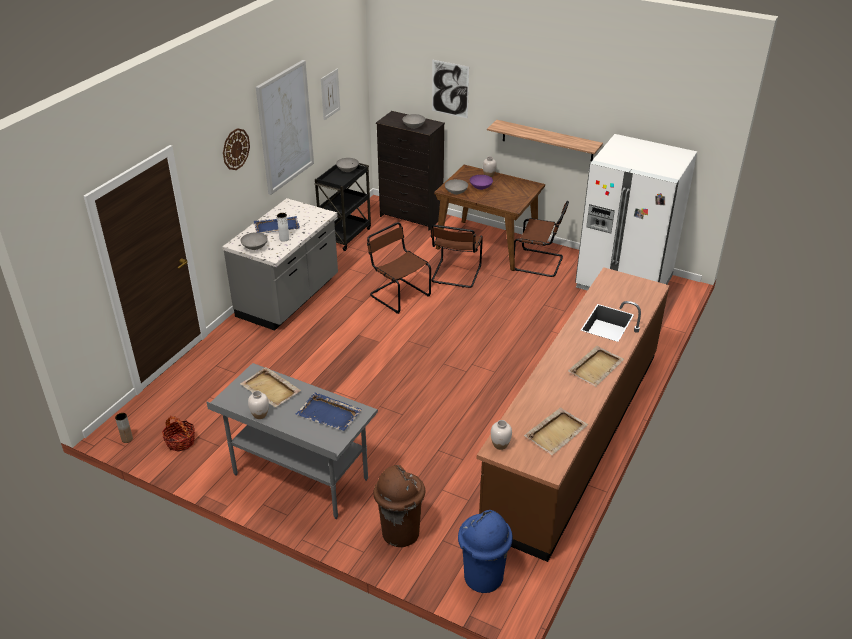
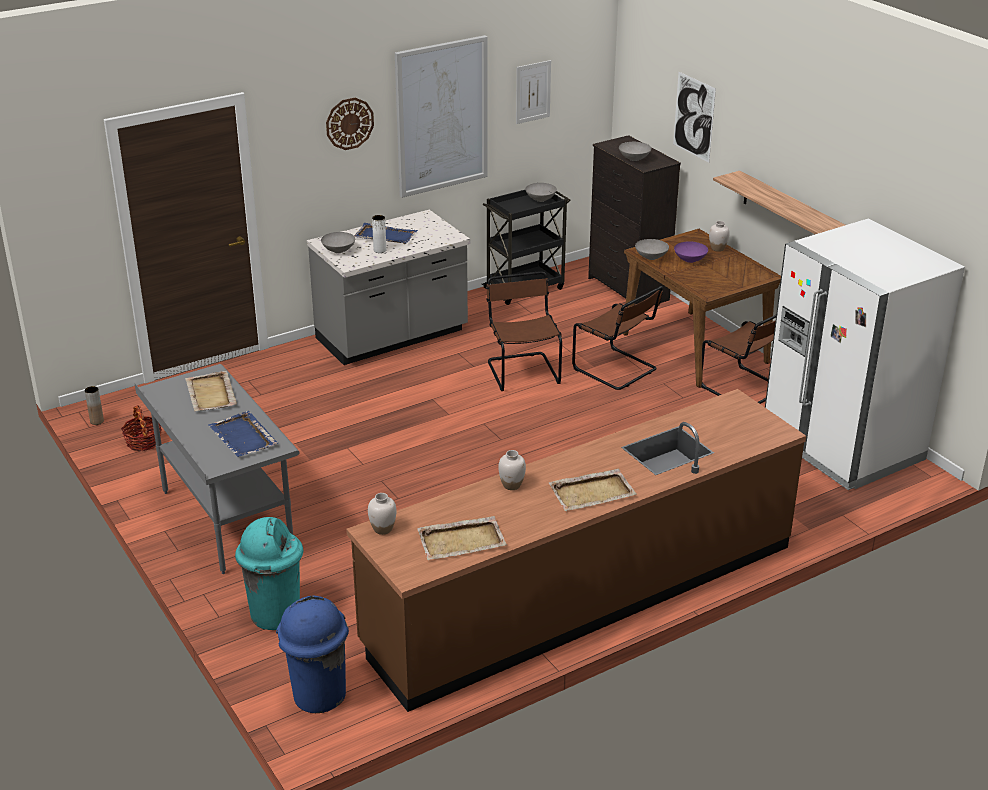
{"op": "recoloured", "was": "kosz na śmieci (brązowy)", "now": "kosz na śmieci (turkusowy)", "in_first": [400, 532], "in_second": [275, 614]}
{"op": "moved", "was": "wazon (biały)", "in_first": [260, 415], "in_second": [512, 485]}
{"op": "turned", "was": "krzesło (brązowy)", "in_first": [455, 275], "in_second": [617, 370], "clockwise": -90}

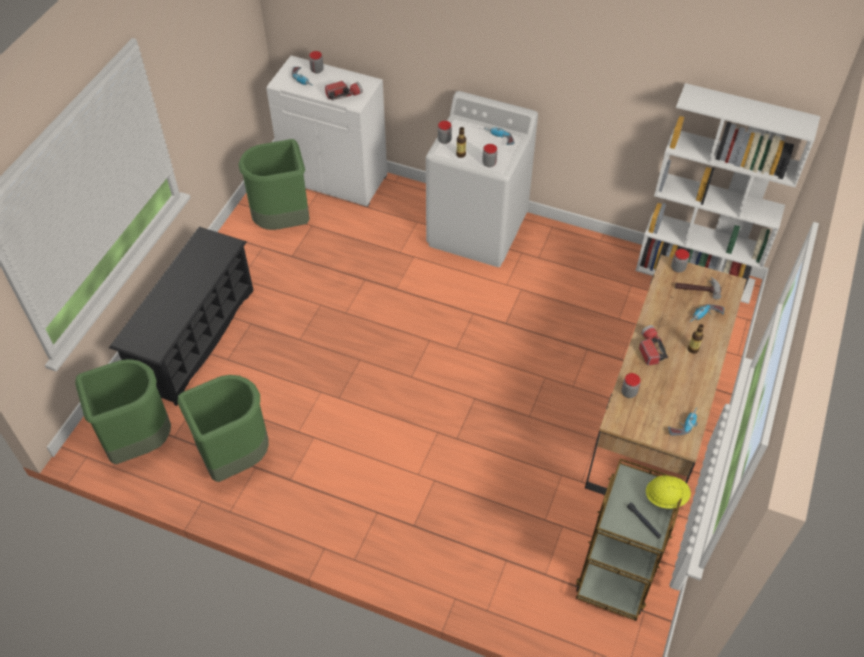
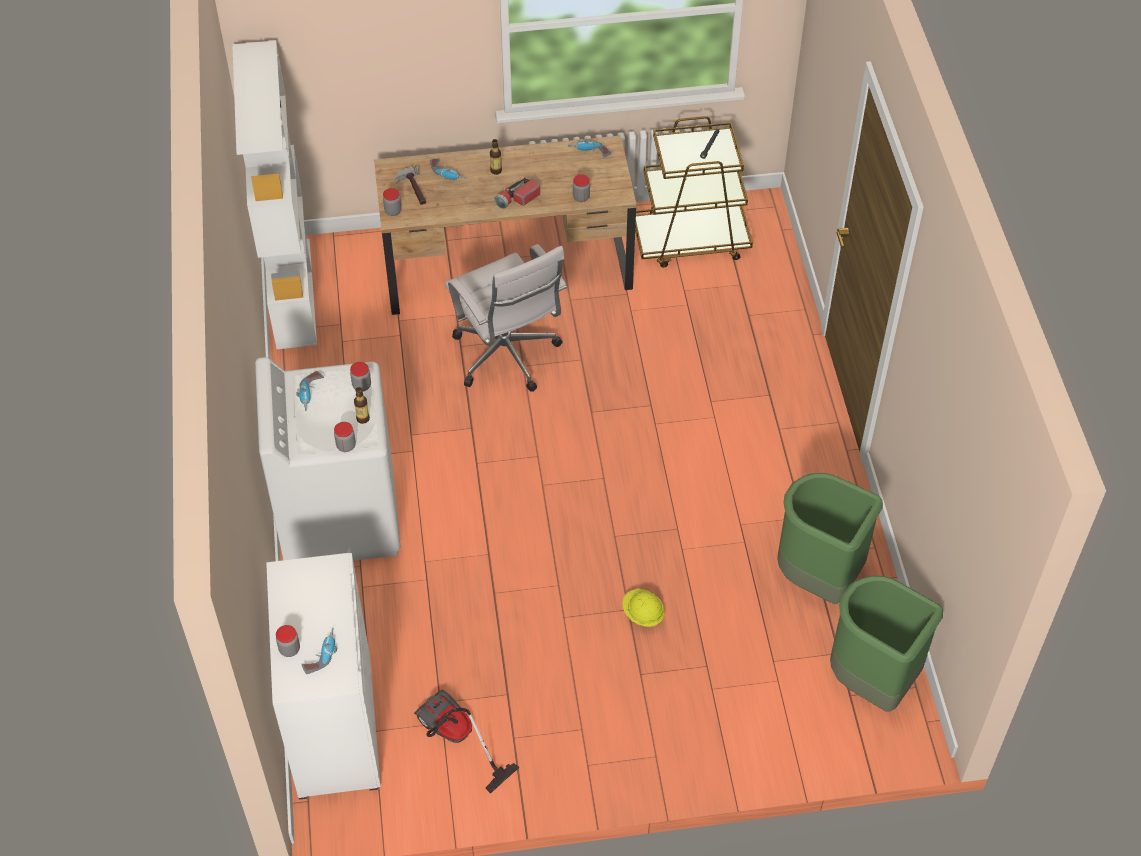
{"op": "replaced", "was": "kosz na śmieci (zielony)", "now": "odkurzacz", "in_first": [283, 222], "in_second": [455, 739]}
{"op": "added", "now": "krzesło biurowe (biały)", "in_second": [508, 358]}
{"op": "moved", "was": "kask (żółty)", "in_first": [665, 497], "in_second": [642, 614]}
{"op": "removed", "was": "regał na buty (czarny)", "in_first": [195, 338]}
{"op": "removed", "was": "latarka", "in_first": [344, 95]}

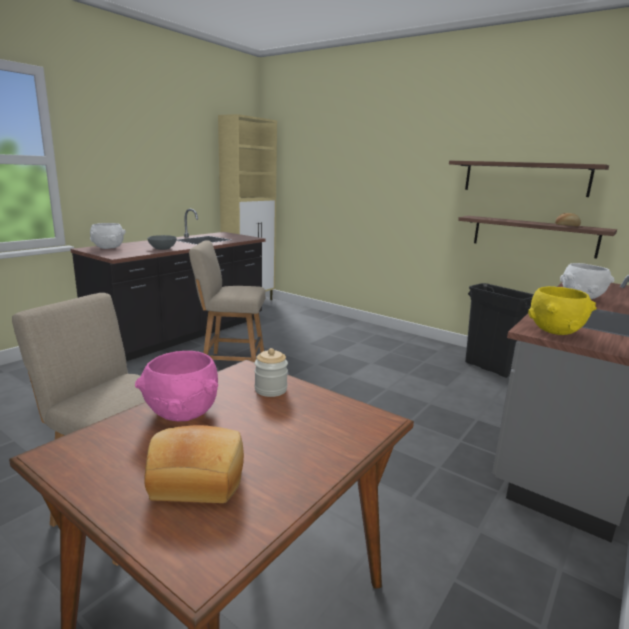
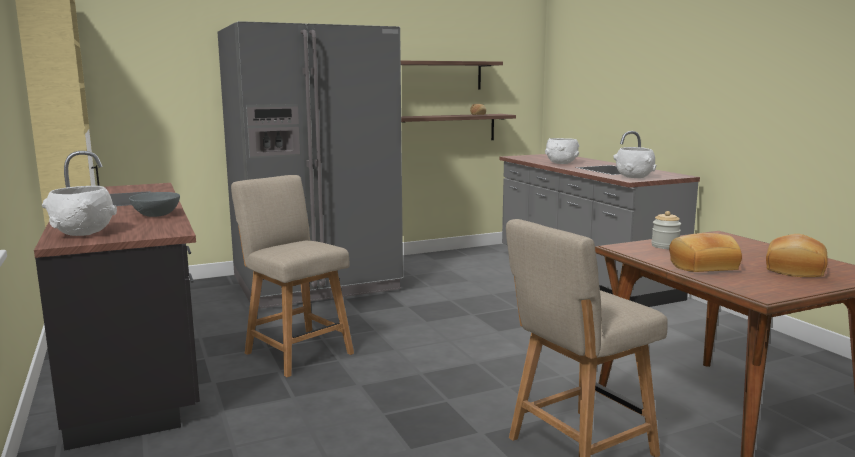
{"op": "added", "now": "lodówka (szary)", "in_second": [315, 283]}
{"op": "turned", "was": "krzesło (beżowy)", "in_first": [230, 364], "in_second": [296, 352], "clockwise": 105}
{"op": "recoloured", "was": "miska (żółty)", "now": "miska (biały)", "in_first": [554, 331], "in_second": [633, 177]}
{"op": "replaced", "was": "miska (różowy)", "now": "chleb", "in_first": [183, 413], "in_second": [702, 266]}
{"op": "removed", "was": "kosz na śmieci (czarny)", "in_first": [489, 368]}

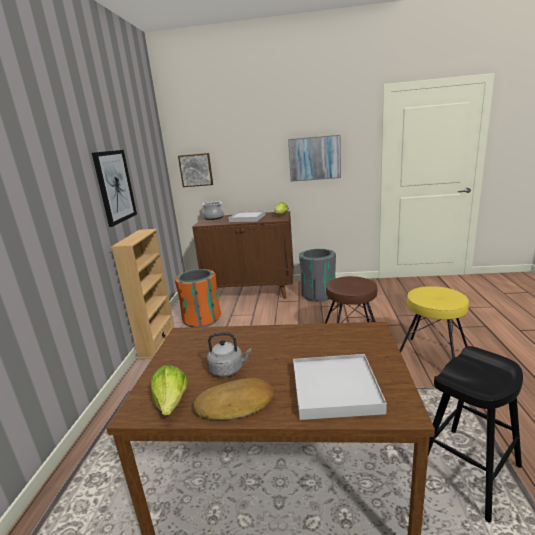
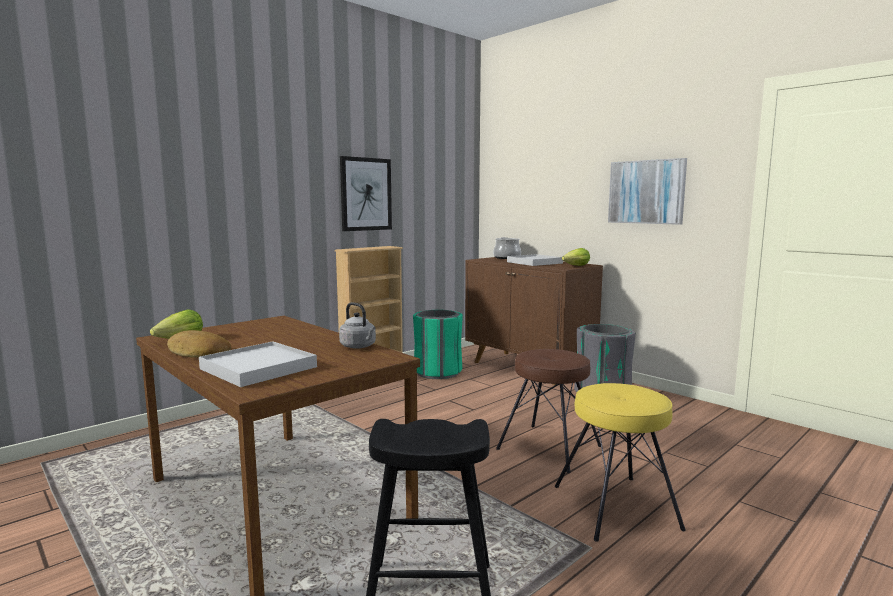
{"op": "moved", "was": "czajnik (szary)", "in_first": [228, 369], "in_second": [359, 346]}
{"op": "recoloured", "was": "kosz na śmieci (pomarańczowy)", "now": "kosz na śmieci (zielony)", "in_first": [202, 319], "in_second": [438, 372]}
{"op": "removed", "was": "obraz", "in_first": [196, 170]}

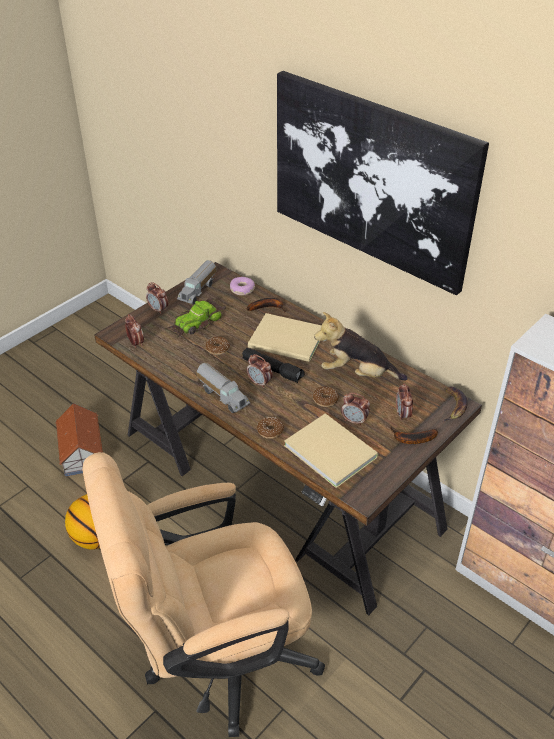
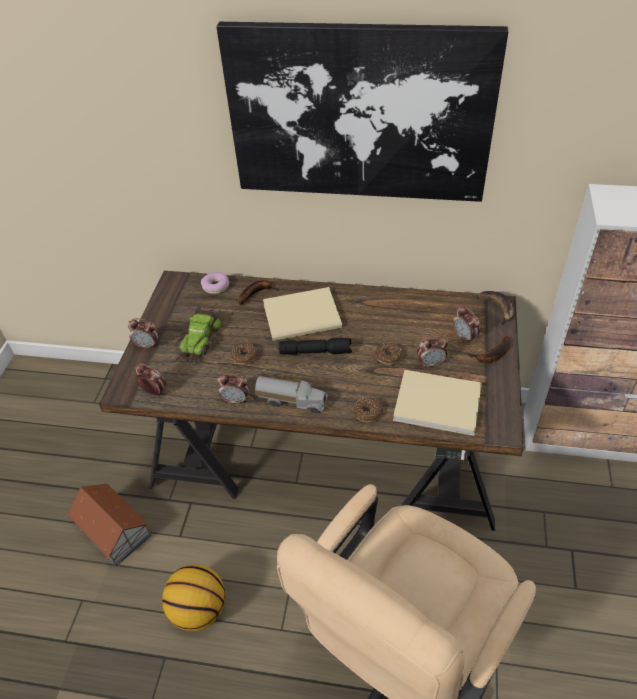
{"op": "moved", "was": "budzik", "in_first": [259, 383], "in_second": [236, 400]}
{"op": "removed", "was": "ciężarówka zabawkowa", "in_first": [198, 291]}
{"op": "removed", "was": "pluszak", "in_first": [357, 373]}

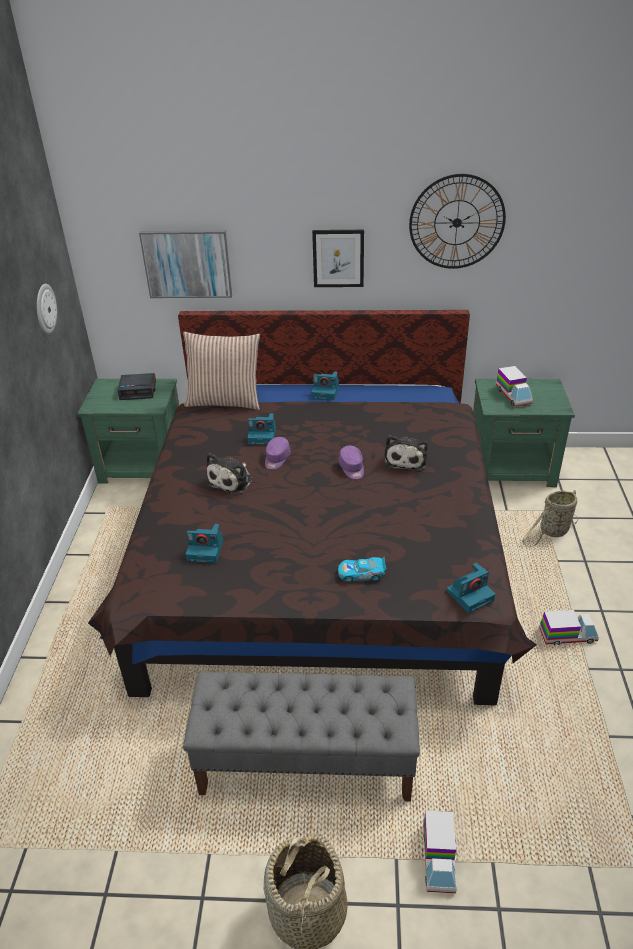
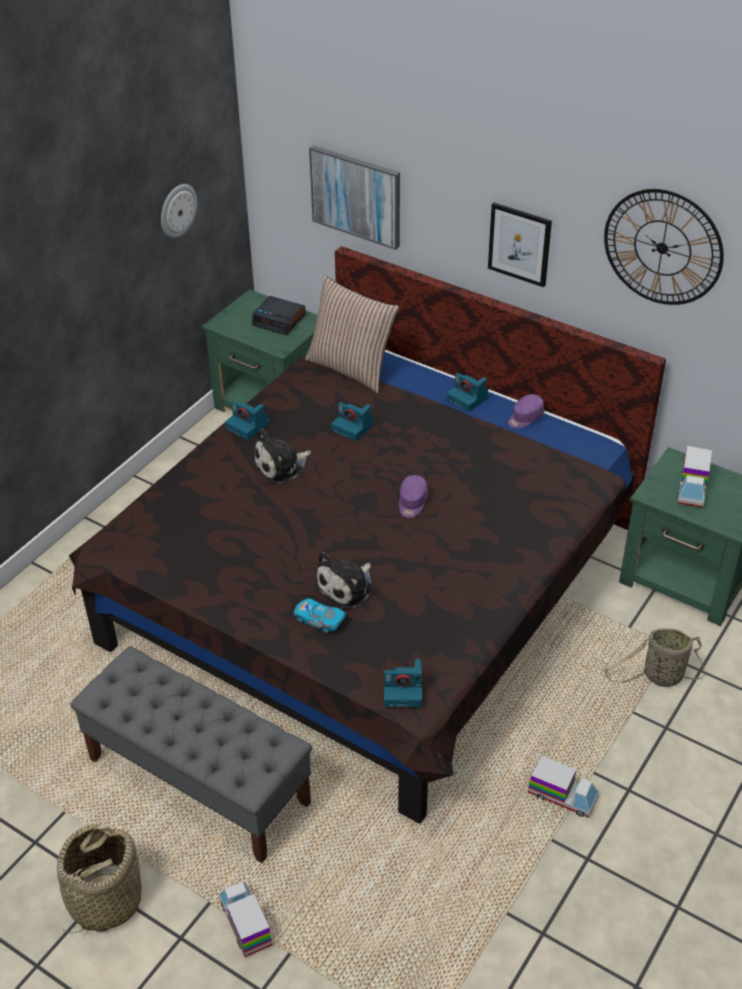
{"op": "turned", "was": "ciężarówka zabawkowa", "in_first": [438, 859], "in_second": [245, 923], "clockwise": 120}
{"op": "moved", "was": "aparat fotograficzny", "in_first": [206, 550], "in_second": [248, 426]}
{"op": "moved", "was": "pluszak", "in_first": [406, 459], "in_second": [347, 587]}
{"op": "moved", "was": "czapka z daszkiem (fioletowy)", "in_first": [276, 459], "in_second": [525, 418]}

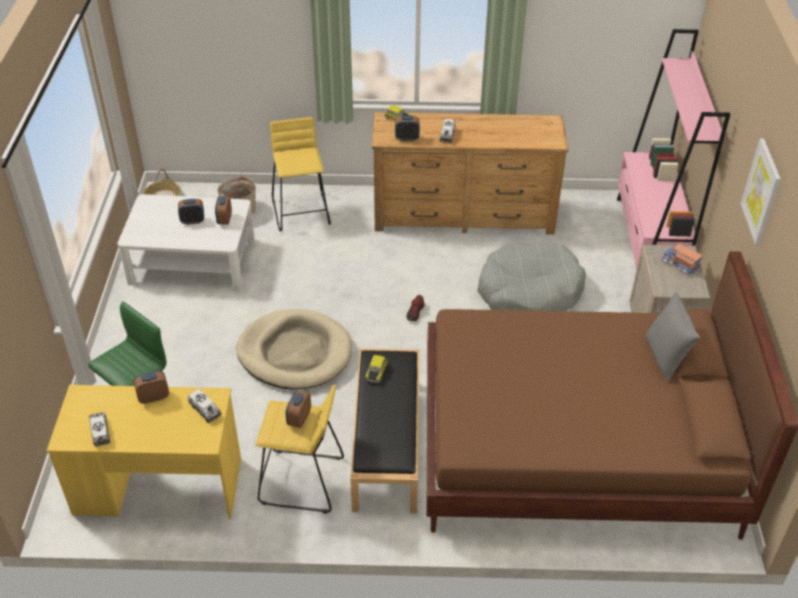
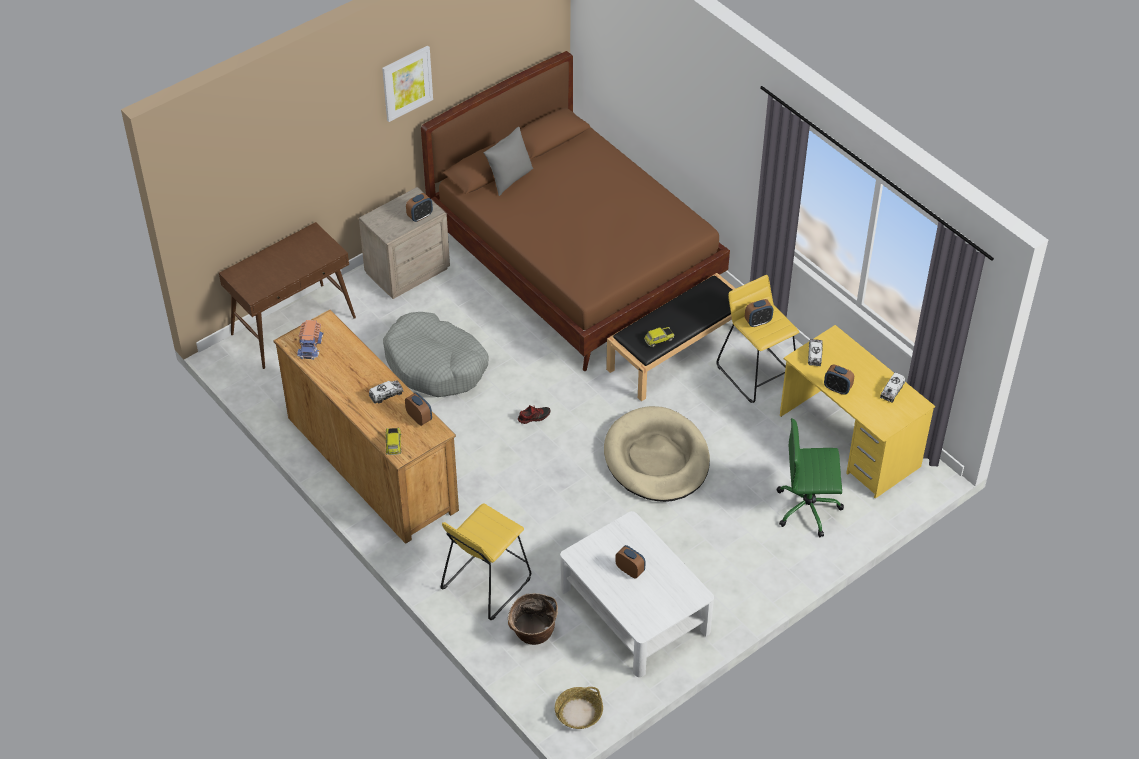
{"op": "replaced", "was": "regał (różowy)", "now": "stolik konsolowy (brązowy)", "in_first": [648, 243], "in_second": [294, 325]}
{"op": "moved", "was": "ciężarówka zabawkowa", "in_first": [679, 264], "in_second": [311, 346]}
{"op": "moved", "was": "budzik", "in_first": [224, 220], "in_second": [420, 216]}

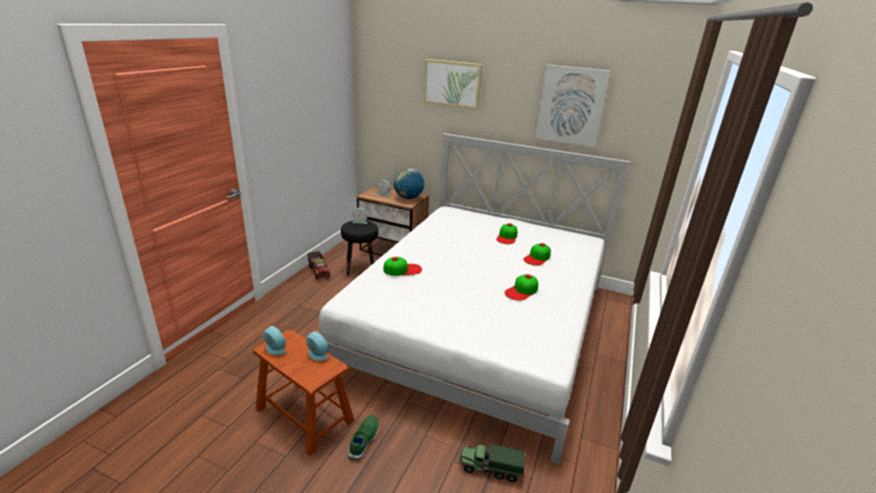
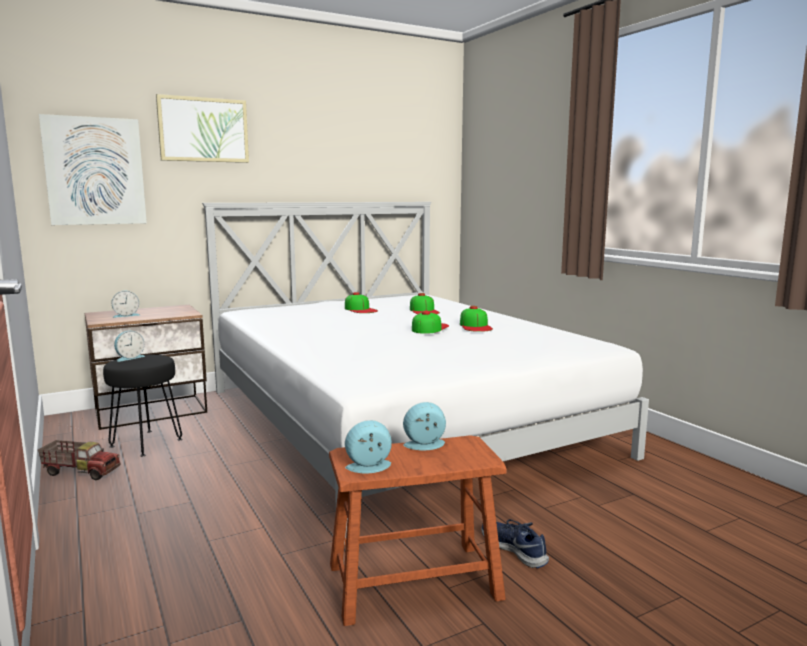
{"op": "moved", "was": "obraz", "in_first": [571, 105], "in_second": [95, 171]}
{"op": "moved", "was": "czapka z daszkiem", "in_first": [402, 269], "in_second": [429, 328]}
{"op": "recoloured", "was": "but (zielony)", "now": "but (niebieski)", "in_first": [364, 440], "in_second": [514, 548]}
{"op": "removed", "was": "globus", "in_first": [408, 198]}
{"op": "removed", "was": "ciężarówka zabawkowa", "in_first": [490, 468]}

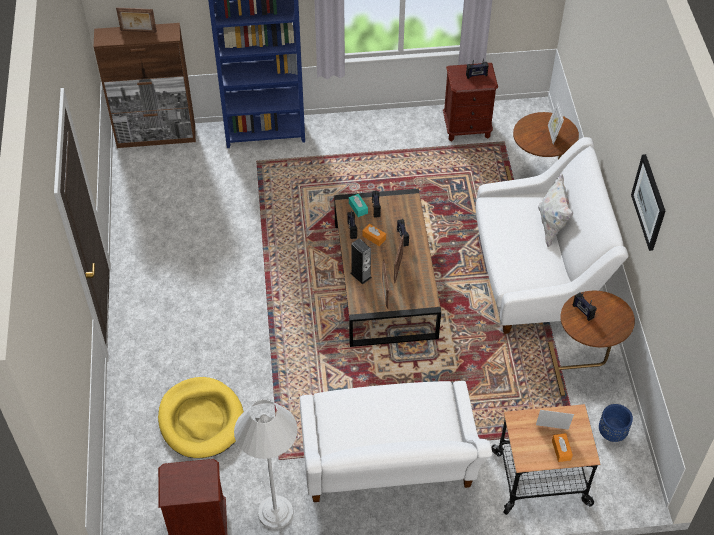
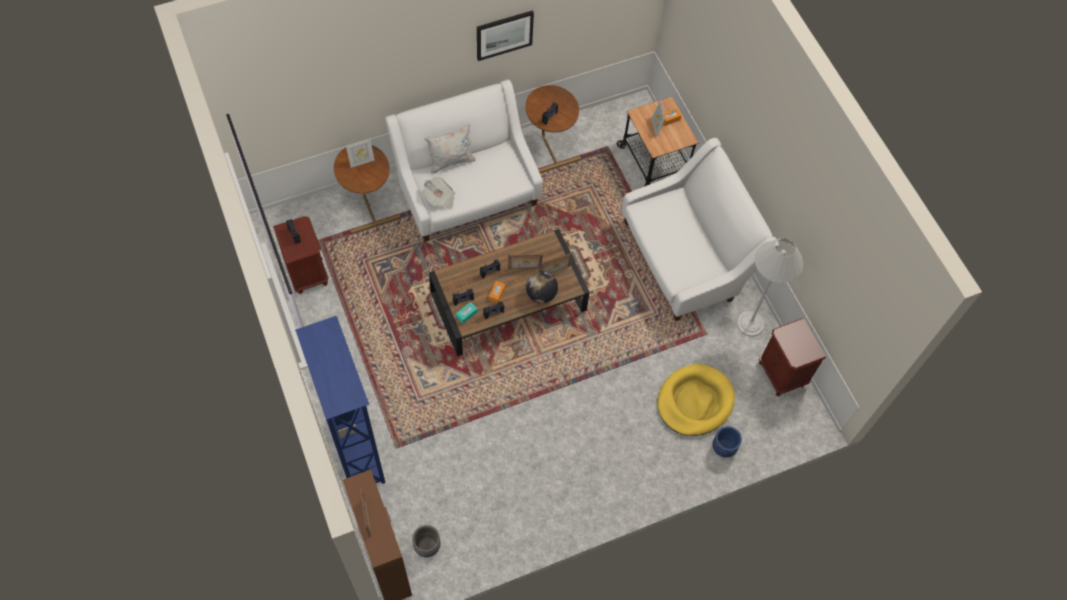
{"op": "added", "now": "donica (szary)", "in_second": [427, 546]}
{"op": "added", "now": "gazeta", "in_second": [440, 198]}
{"op": "replaced", "was": "głośnik", "now": "globus", "in_first": [361, 275], "in_second": [541, 294]}
{"op": "moved", "was": "donica (niebieski)", "in_first": [612, 432], "in_second": [723, 447]}

